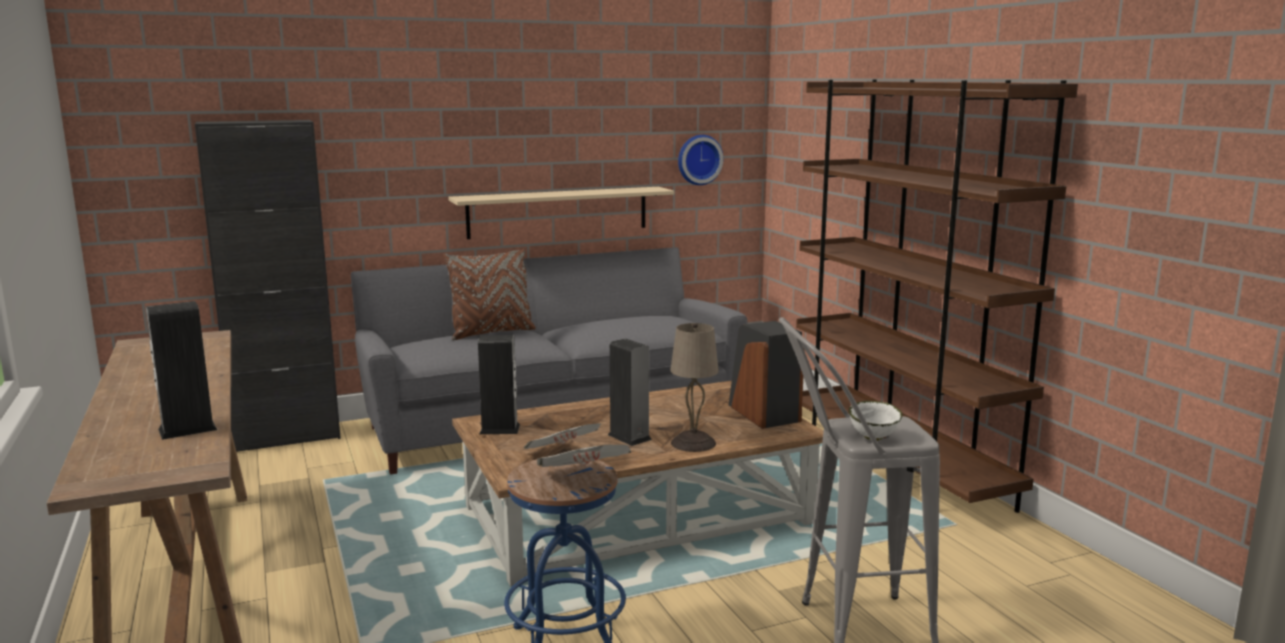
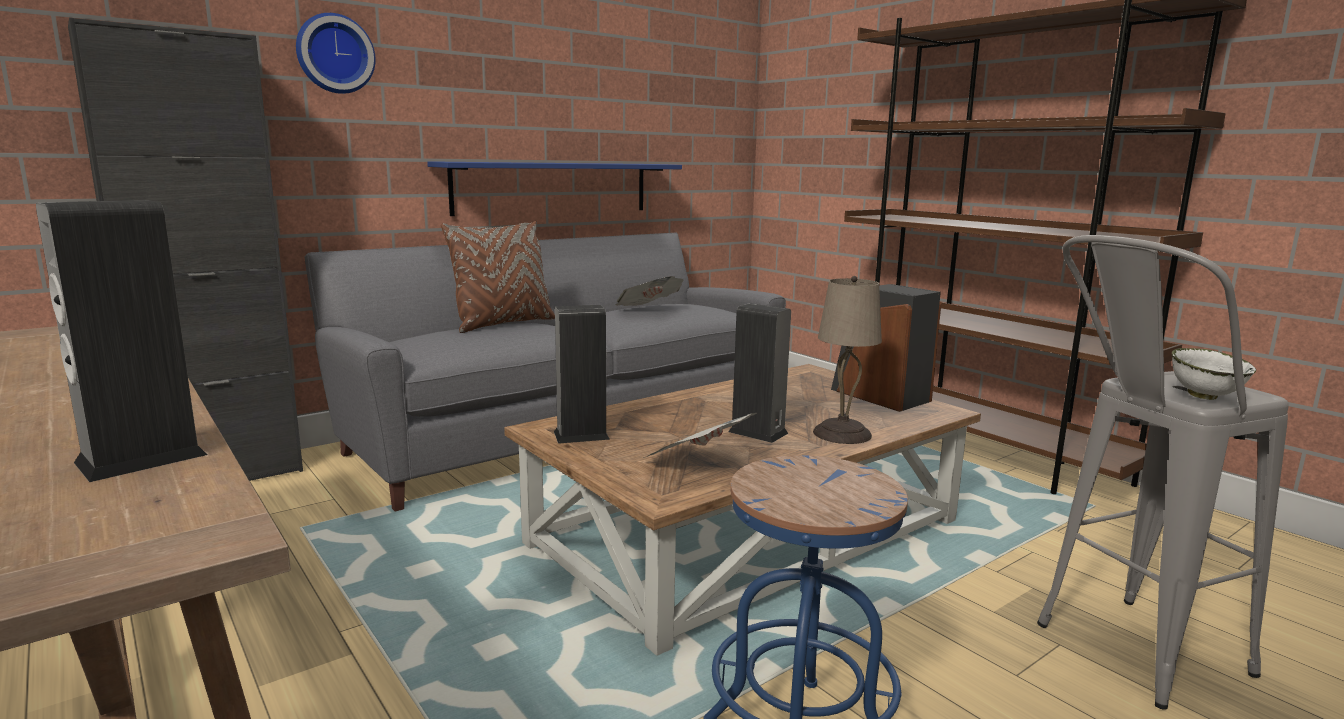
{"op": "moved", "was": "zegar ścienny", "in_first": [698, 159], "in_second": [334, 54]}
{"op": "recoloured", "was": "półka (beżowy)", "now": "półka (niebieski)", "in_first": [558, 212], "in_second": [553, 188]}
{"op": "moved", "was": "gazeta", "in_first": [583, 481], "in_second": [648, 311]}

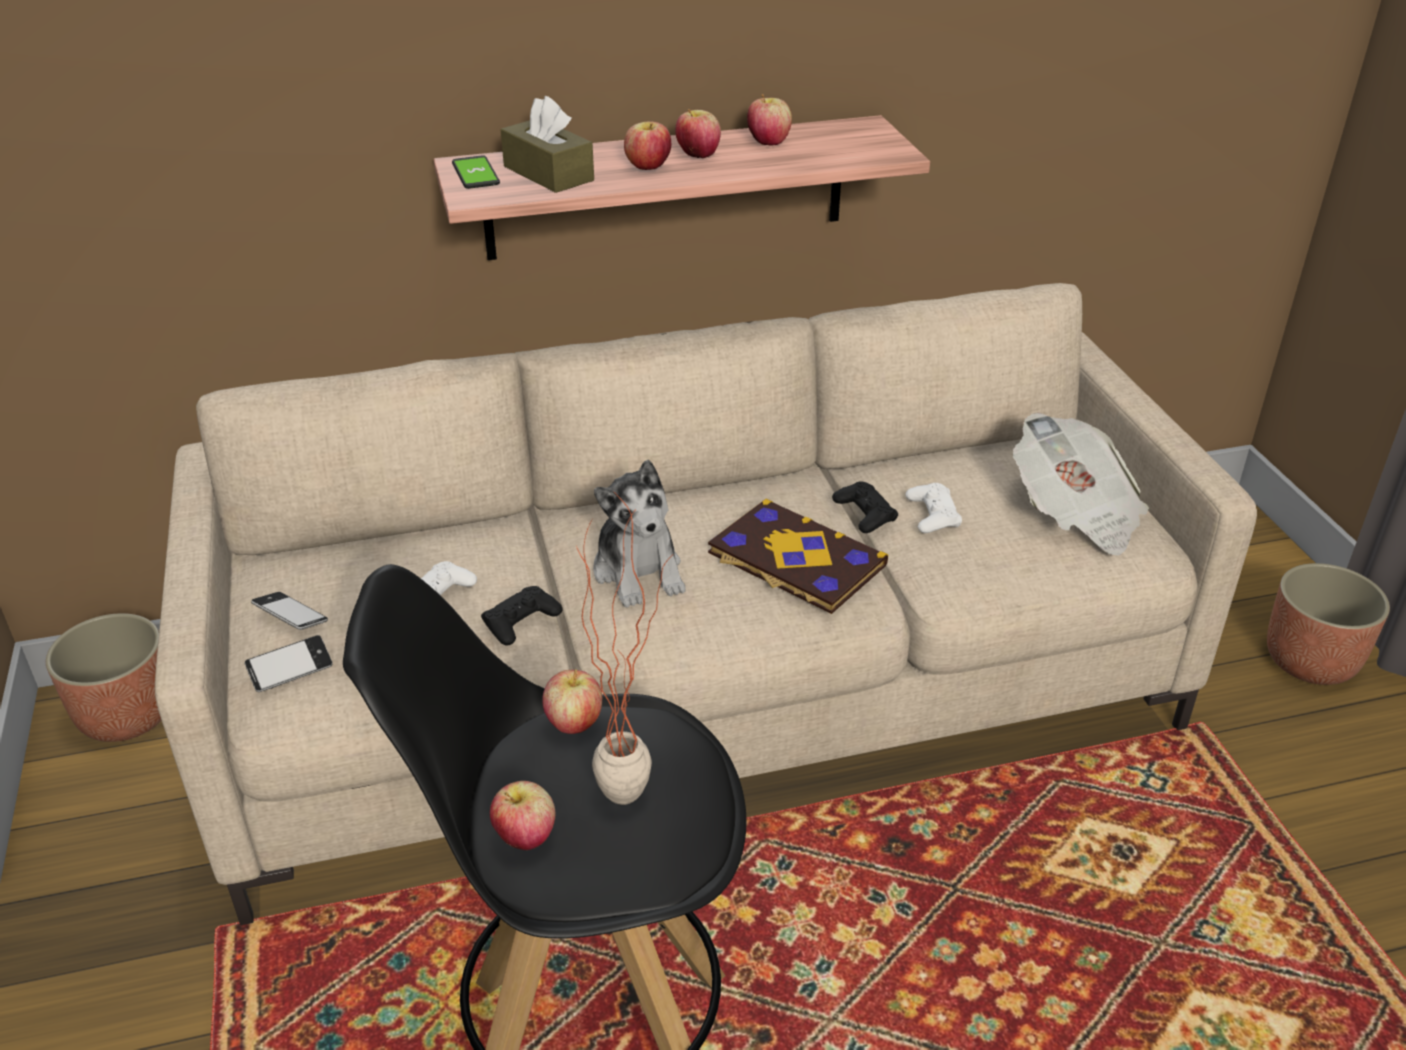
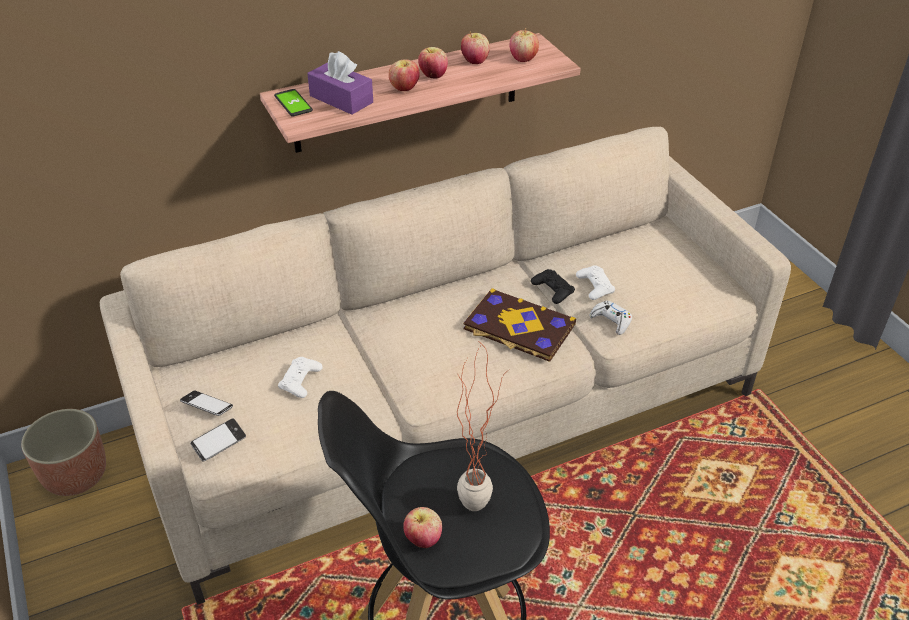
{"op": "recoloured", "was": "pudełko chusteczek (brązowy)", "now": "pudełko chusteczek (fioletowy)", "in_first": [548, 173], "in_second": [341, 99]}
{"op": "moved", "was": "jabłko", "in_first": [574, 722], "in_second": [523, 59]}
{"op": "added", "now": "pad do gier (biały)", "in_second": [611, 321]}
{"op": "removed", "was": "pad do gier (czarny)", "in_first": [521, 621]}
{"op": "removed", "was": "pluszak", "in_first": [639, 571]}
{"op": "removed", "was": "gazeta", "in_first": [1075, 514]}
{"op": "removed", "was": "donica", "in_first": [1310, 660]}

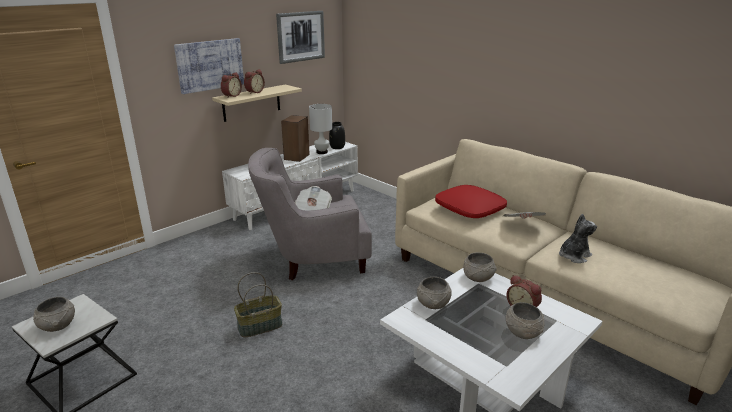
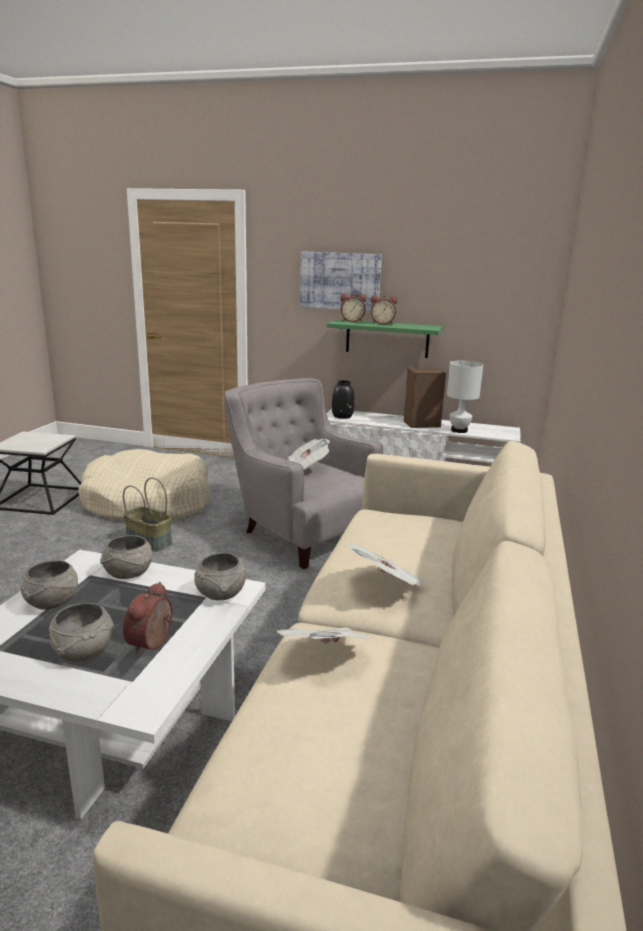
{"op": "moved", "was": "miska (szary)", "in_first": [58, 326], "in_second": [51, 603]}
{"op": "added", "now": "legowisko (beżowy)", "in_second": [148, 502]}
{"op": "replaced", "was": "pluszak", "now": "gazeta", "in_first": [573, 256], "in_second": [326, 655]}
{"op": "recoloured", "was": "półka (beżowy)", "now": "półka (zielony)", "in_first": [251, 103], "in_second": [387, 338]}
{"op": "moved", "was": "wazon (czarny)", "in_first": [337, 147], "in_second": [342, 416]}
{"op": "removed", "was": "obraz", "in_first": [300, 36]}
{"op": "removed", "was": "poduszka (czerwony)", "in_first": [470, 209]}

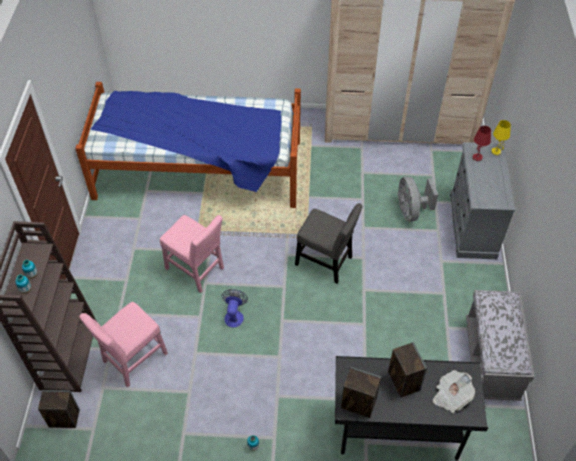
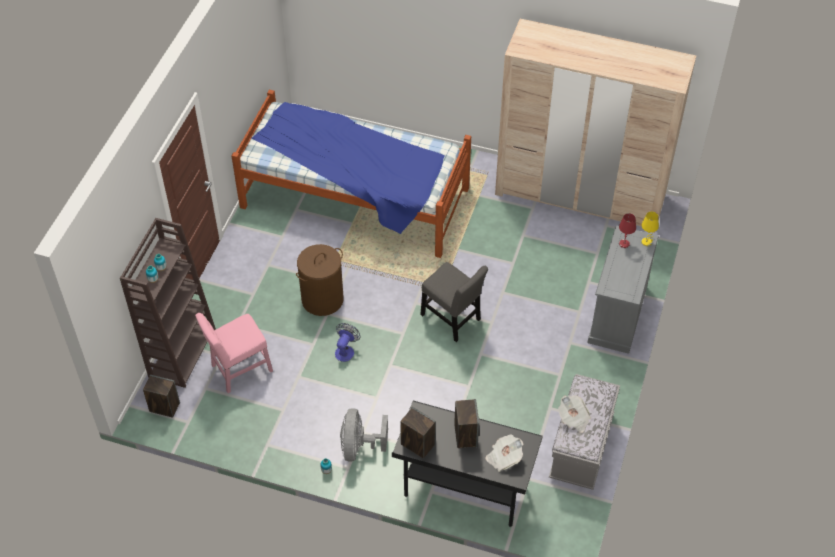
{"op": "replaced", "was": "krzesło (różowy)", "now": "kosz na pranie (brązowy)", "in_first": [196, 270], "in_second": [322, 300]}
{"op": "moved", "was": "wentylator (szary)", "in_first": [411, 211], "in_second": [359, 447]}
{"op": "added", "now": "gazeta", "in_second": [573, 419]}

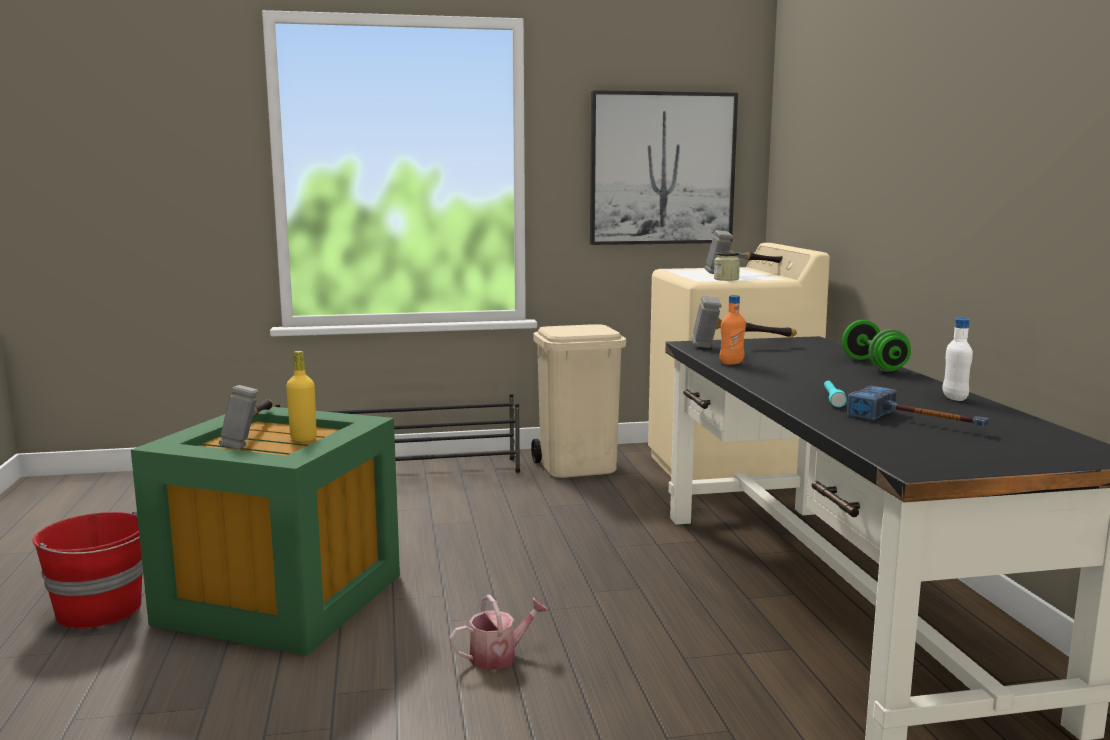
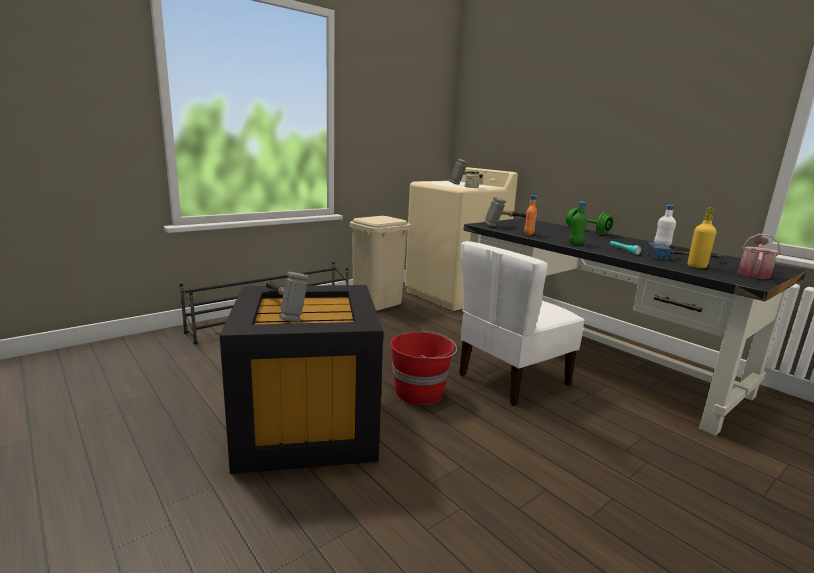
{"op": "recoloured", "was": "pojemnik do przechowywania (zielony)", "now": "pojemnik do przechowywania (czarny)", "in_first": [280, 597], "in_second": [305, 424]}
{"op": "moved", "was": "wiadro (czerwony)", "in_first": [101, 610], "in_second": [420, 392]}
{"op": "added", "now": "krzesło (biały)", "in_second": [512, 379]}
{"op": "added", "now": "butelka (zielony)", "in_second": [575, 243]}
{"op": "moved", "was": "butelka (żółty)", "in_first": [303, 438], "in_second": [696, 266]}
{"op": "moved", "was": "konewka", "in_first": [499, 656], "in_second": [753, 273]}
{"op": "removed", "was": "obraz", "in_first": [662, 169]}

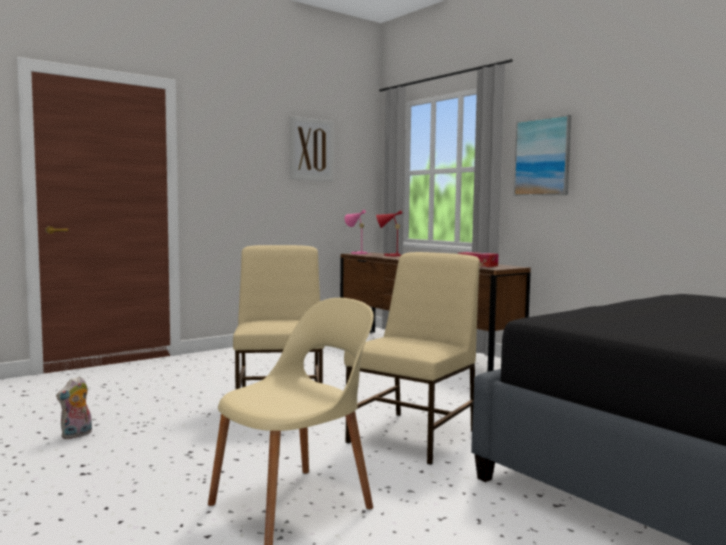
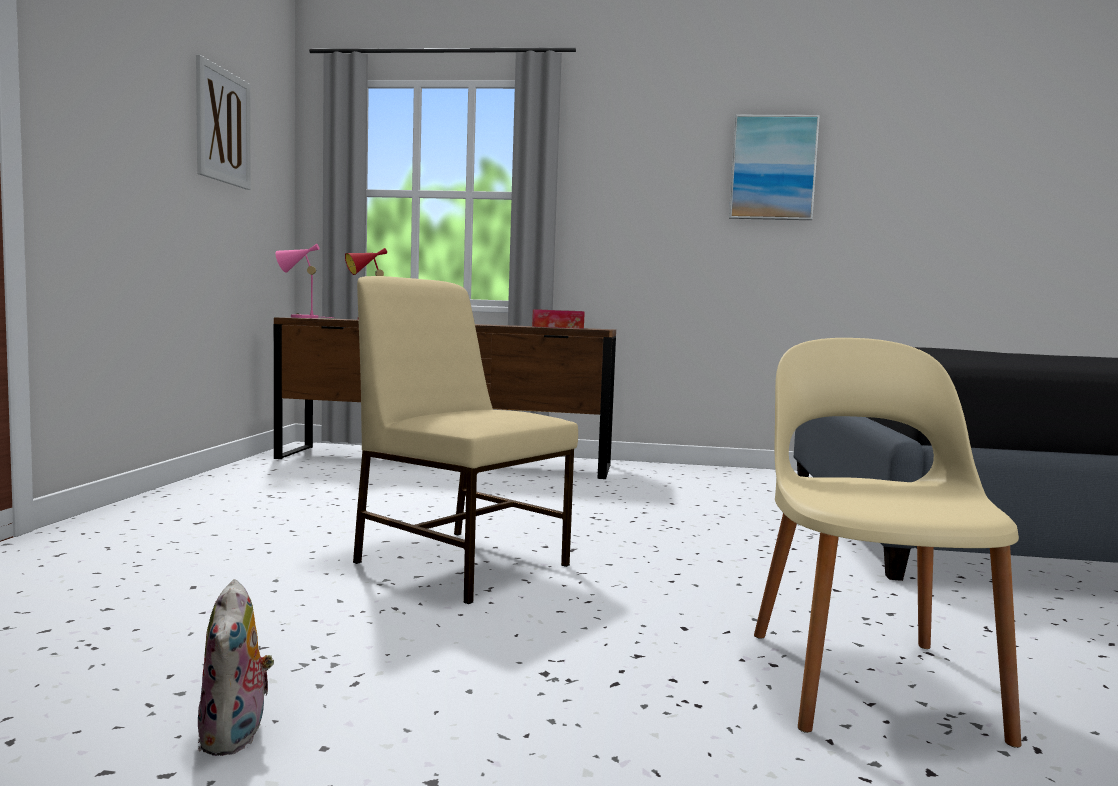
{"op": "moved", "was": "obraz", "in_first": [542, 157], "in_second": [772, 168]}
{"op": "removed", "was": "krzesło (beżowy)", "in_first": [414, 436]}

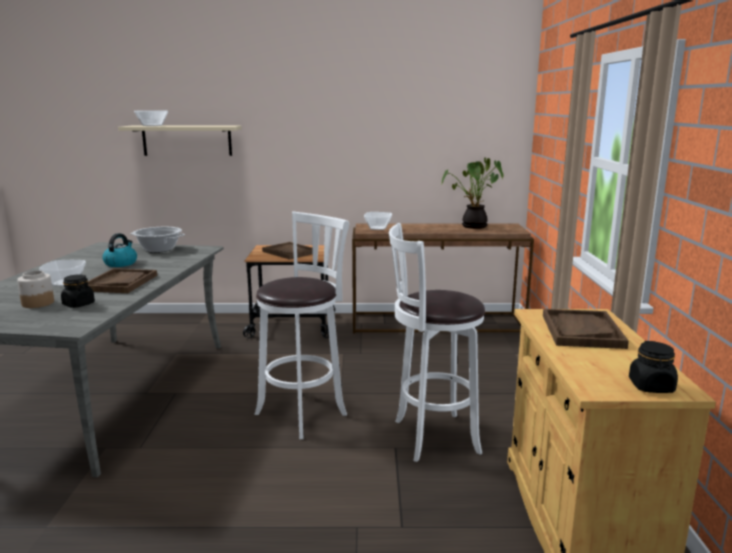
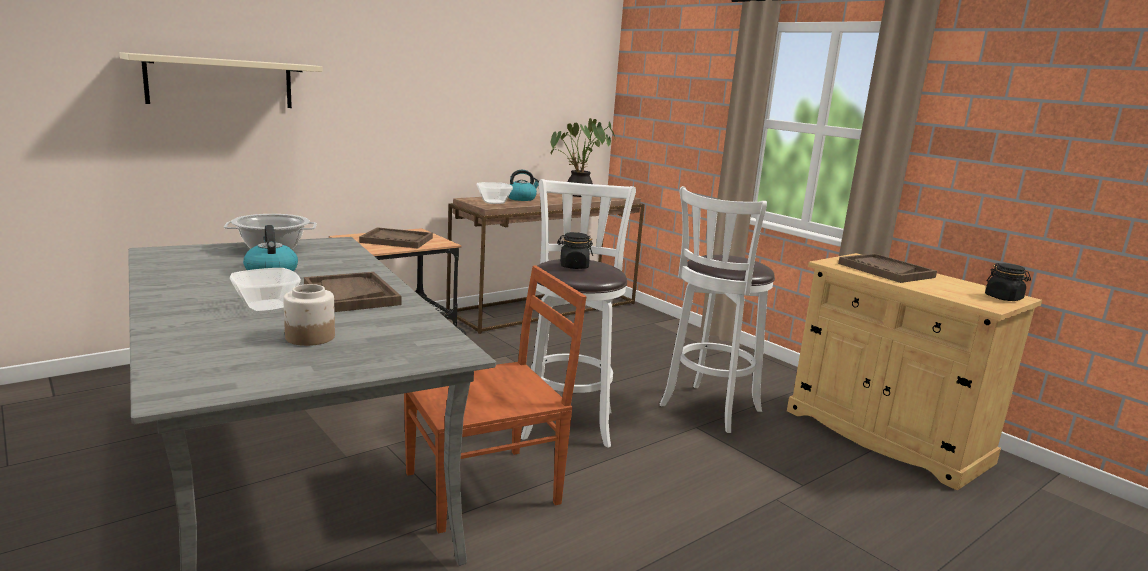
{"op": "added", "now": "krzesło (brązowy)", "in_second": [486, 487]}
{"op": "added", "now": "czajnik", "in_second": [521, 198]}
{"op": "moved", "was": "słoik (czarny)", "in_first": [78, 304], "in_second": [573, 266]}
{"op": "removed", "was": "miska", "in_first": [152, 125]}

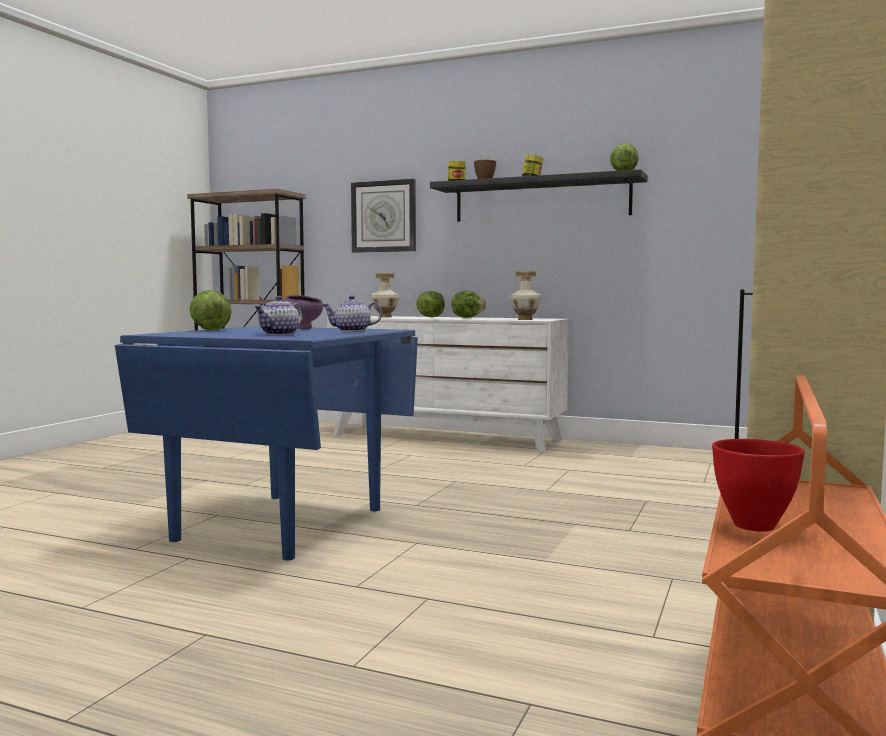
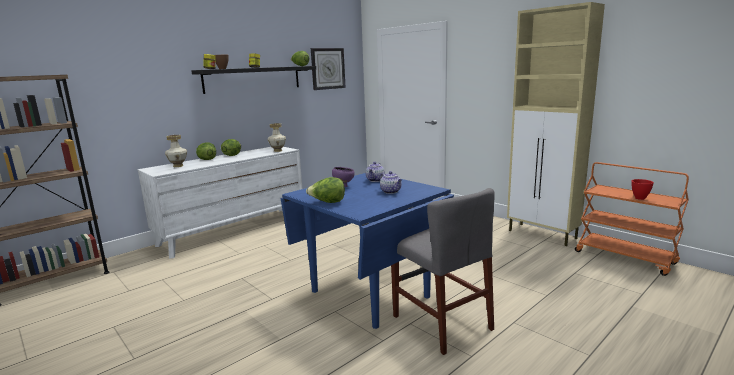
{"op": "moved", "was": "zegar ścienny", "in_first": [384, 216], "in_second": [328, 68]}
{"op": "added", "now": "krzesło (szary)", "in_second": [441, 322]}

